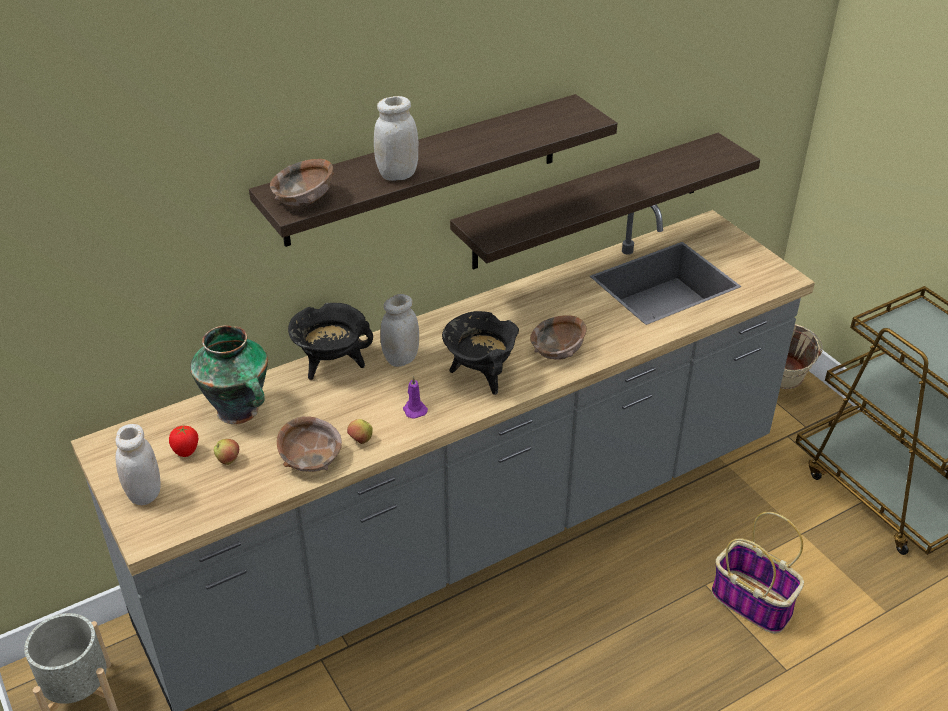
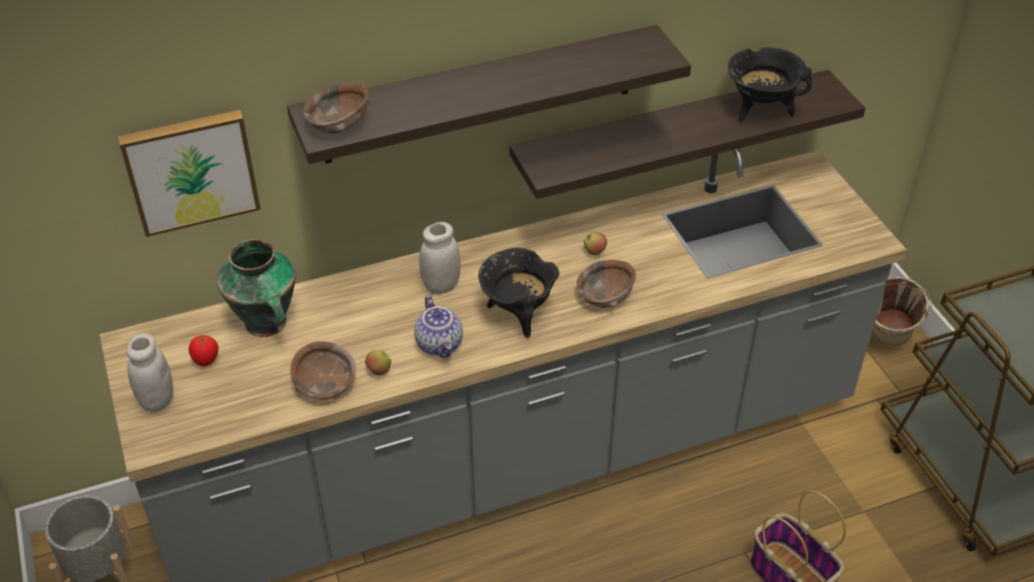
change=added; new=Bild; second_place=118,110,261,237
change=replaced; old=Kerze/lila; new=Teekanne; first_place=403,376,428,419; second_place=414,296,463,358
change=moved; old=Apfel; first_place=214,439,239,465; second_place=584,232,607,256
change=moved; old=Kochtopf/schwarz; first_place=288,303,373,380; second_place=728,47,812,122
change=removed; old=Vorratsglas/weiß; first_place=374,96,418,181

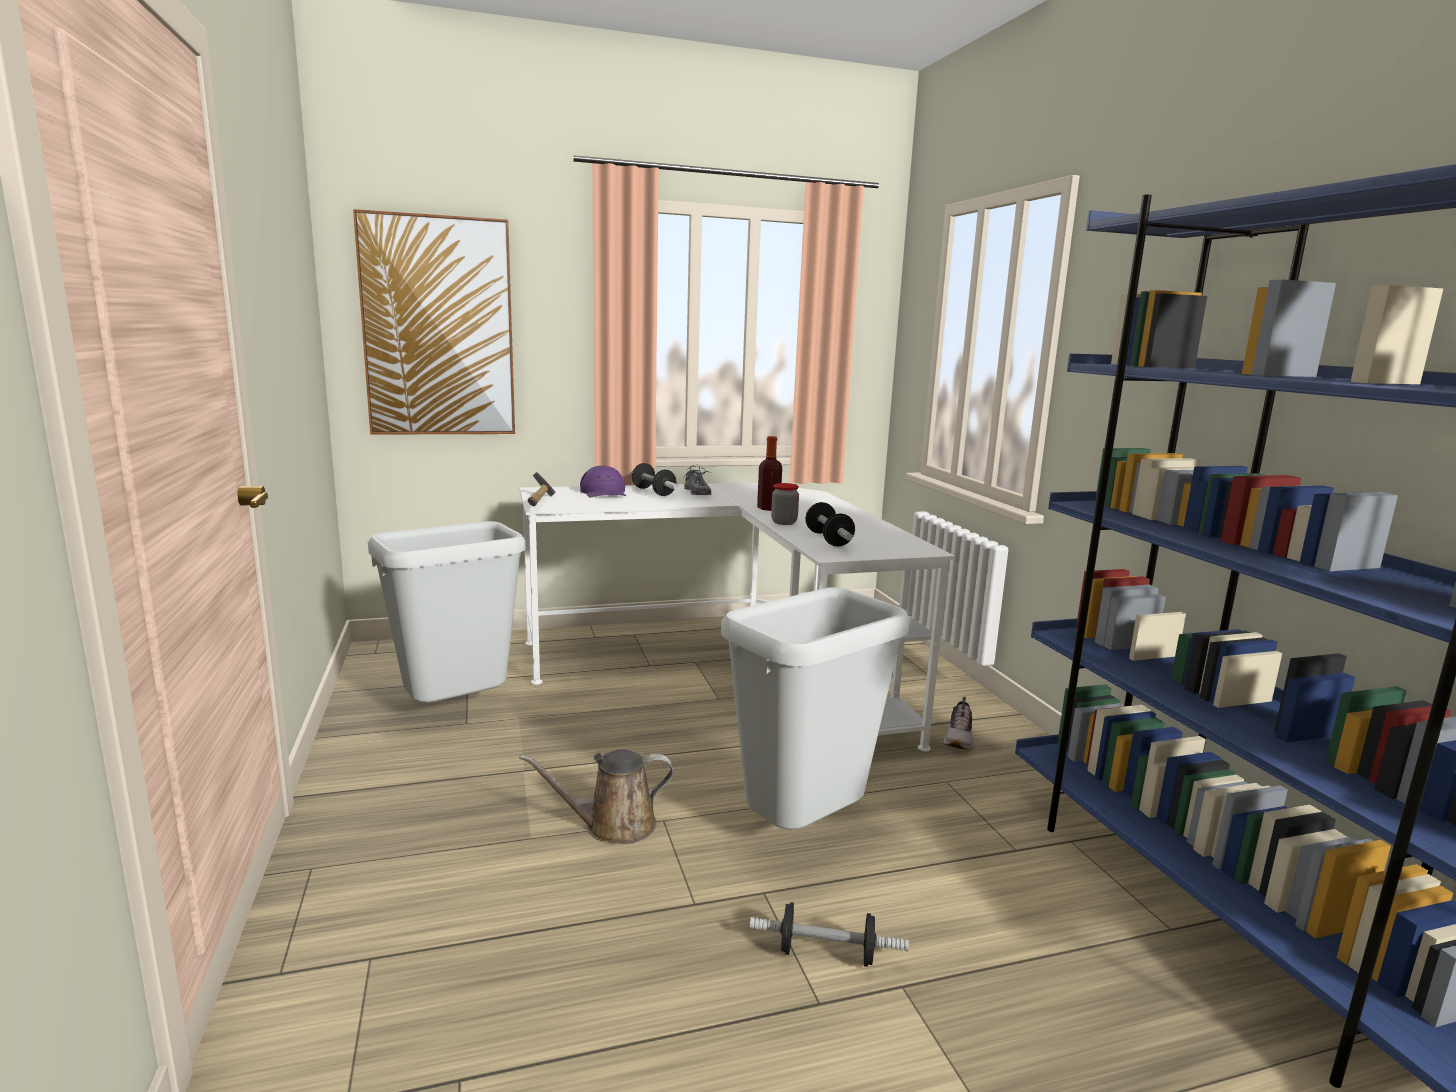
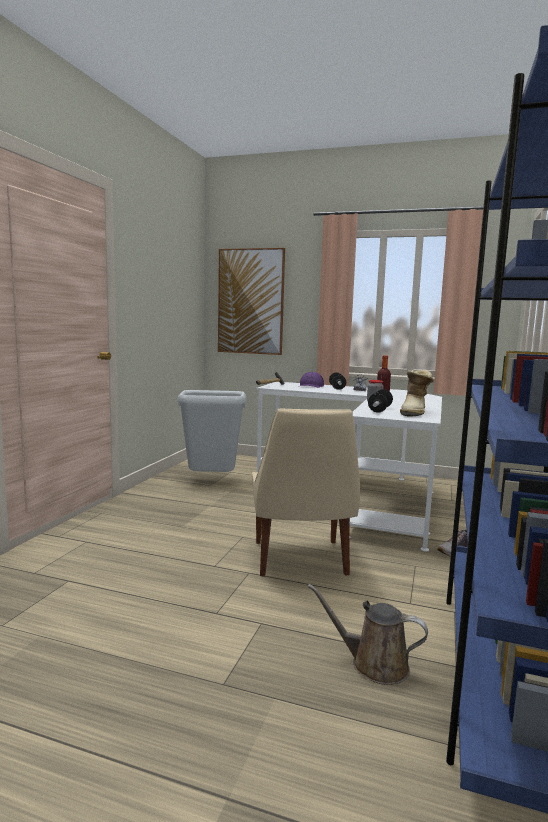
change=replaced; old=Mülleimer/grau; new=Stuhl/beige; first_place=721,587,910,830; second_place=252,408,360,577
change=moved; old=Gießkanne/braun; first_place=519,749,674,844; second_place=308,584,428,685
change=added; new=Stiefel; second_place=400,370,434,417
change=removed; old=Hantel; first_place=750,902,909,967

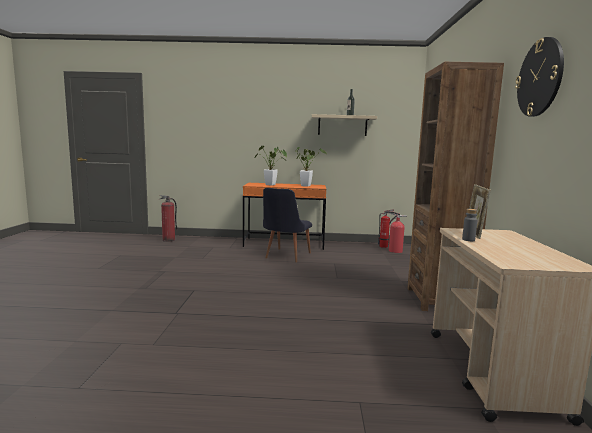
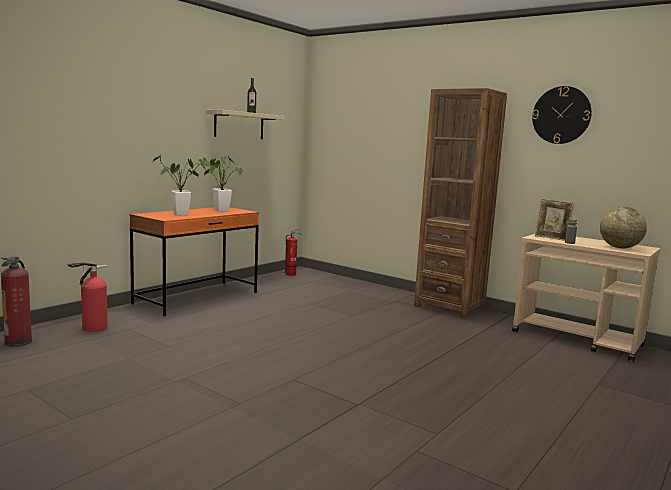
change=moved; old=Feuerlöscher; first_place=384,211,407,253; second_place=68,262,108,332
change=added; new=Globus; second_place=600,207,647,248
change=removed; old=Stuhl/schwarz; first_place=263,188,312,263

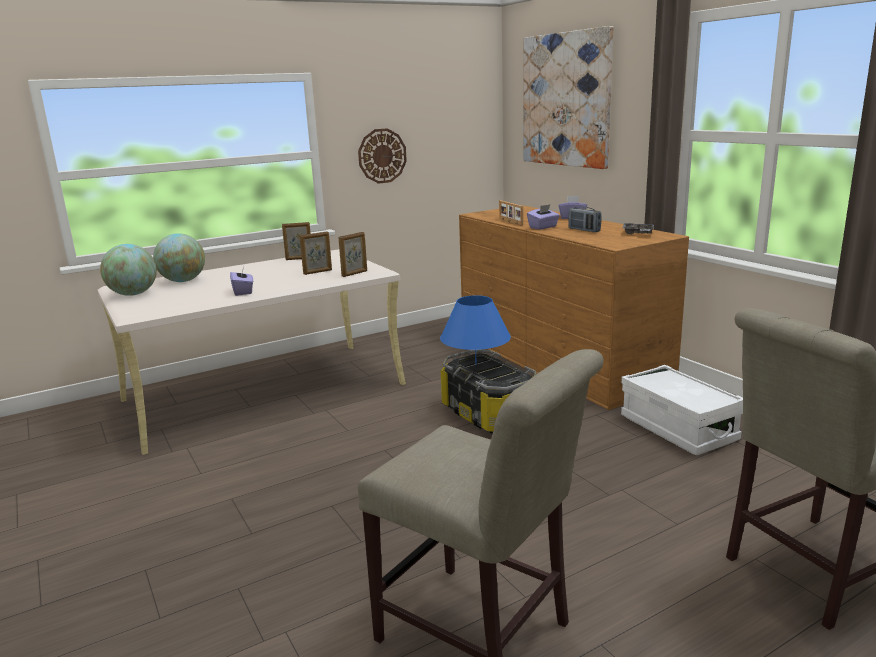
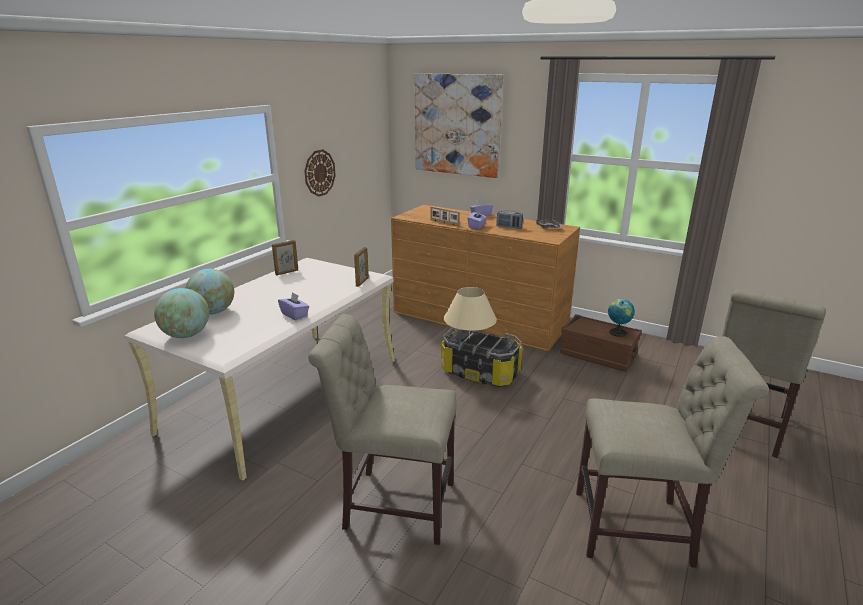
change=added; new=Stuhl/beige; second_place=308,314,457,545
change=recoloured; old=Tischlampe/blau; new=Tischlampe/beige; first_place=440,295,511,365; second_place=444,287,497,339
change=recoloured; old=Aufbewahrungsbox/weiß; new=Aufbewahrungsbox/braun; first_place=621,365,743,455; second_place=560,314,642,371
change=added; new=Globus; second_place=608,299,635,337
change=removed; old=Bilderrahmen; first_place=300,232,332,275

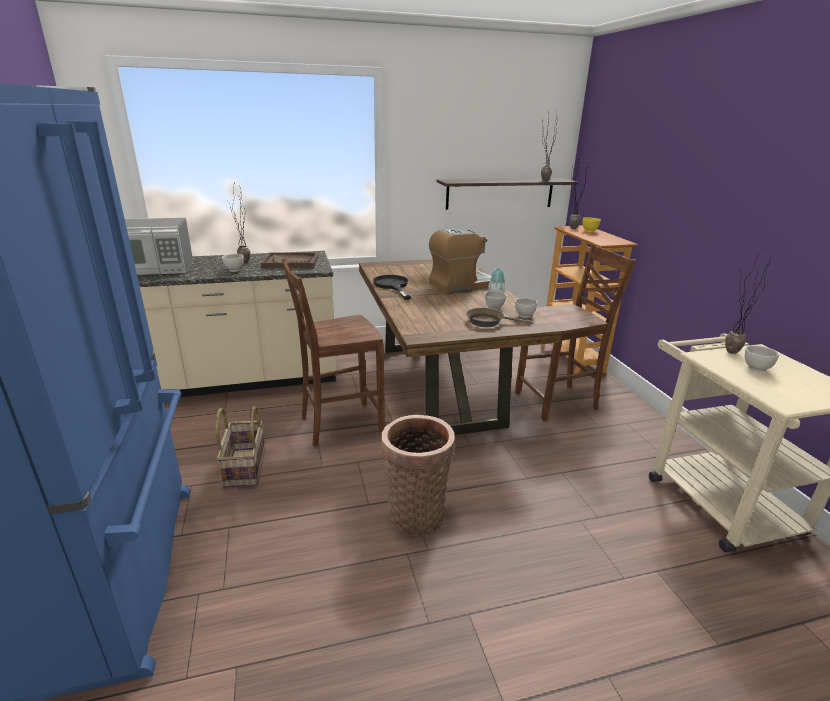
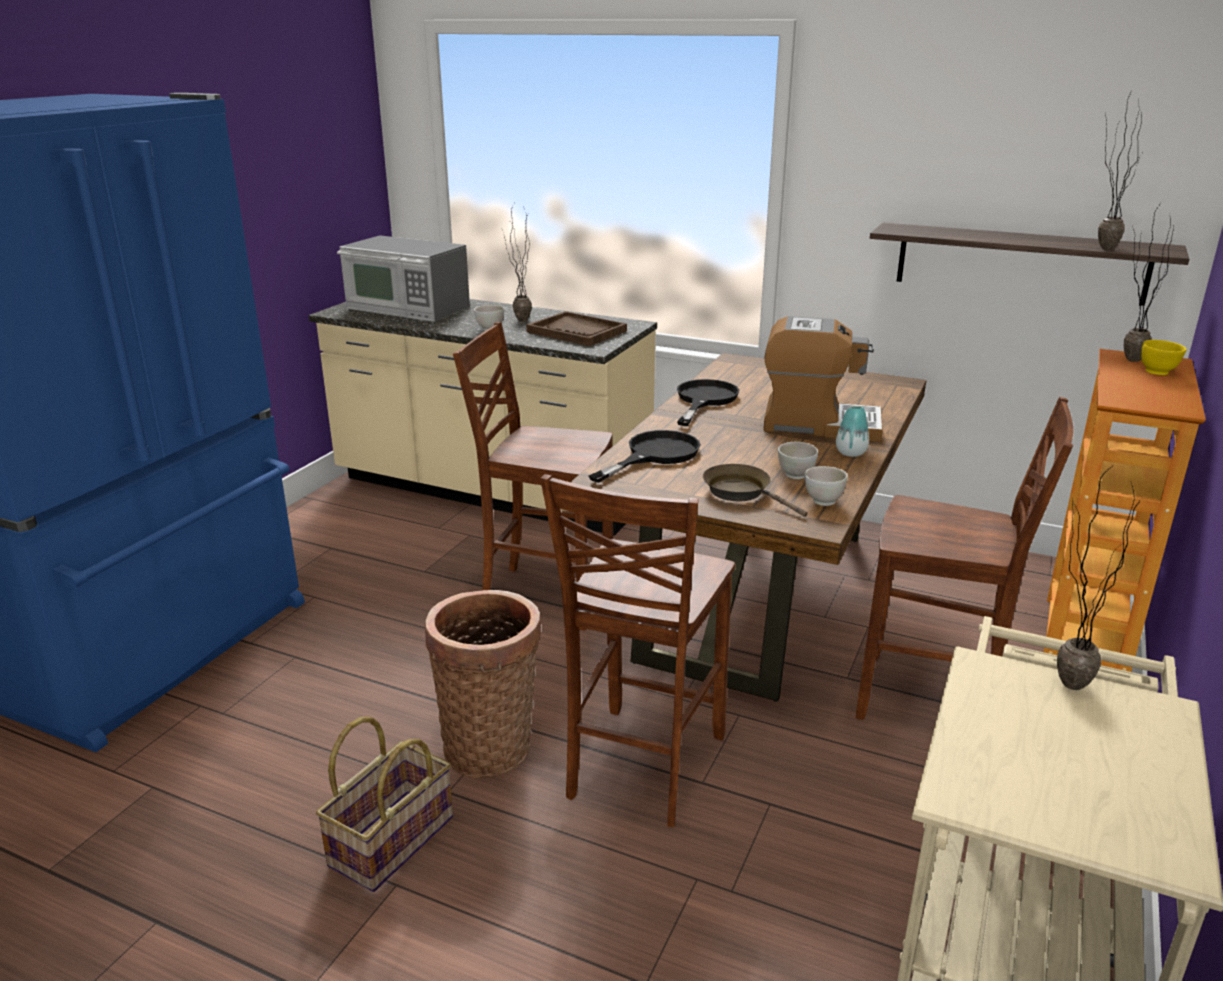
change=moved; old=Korb; first_place=215,406,265,488; second_place=316,717,453,892
change=added; new=Stuhl/braun; second_place=540,474,735,827
change=added; new=Pfanne/schwarz; second_place=588,430,701,483
change=removed; old=Schüssel/weiß; first_place=745,345,780,372

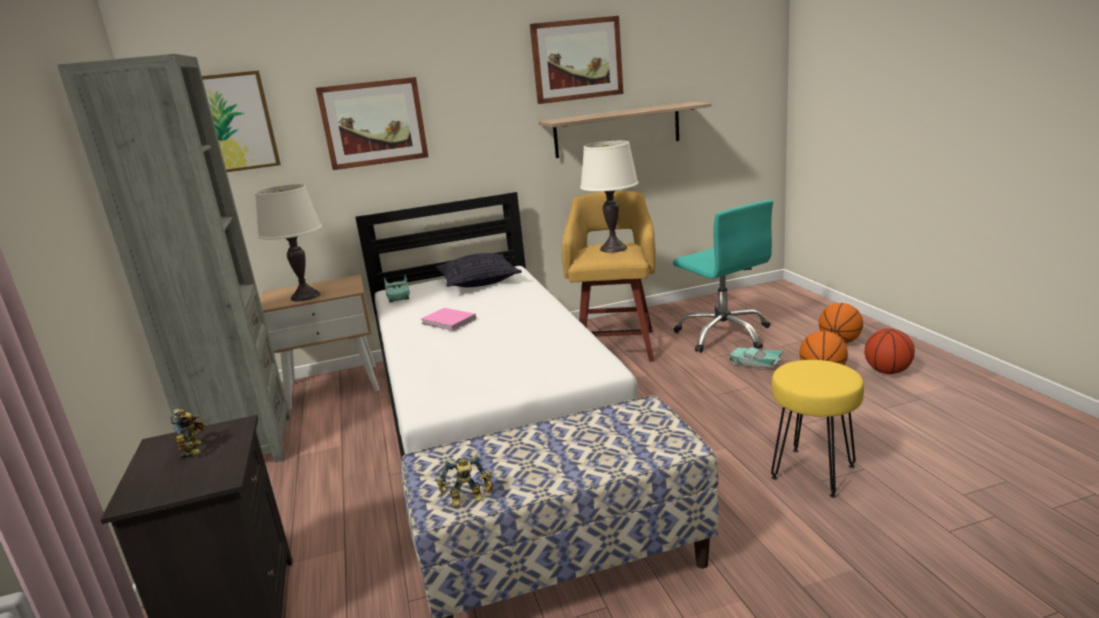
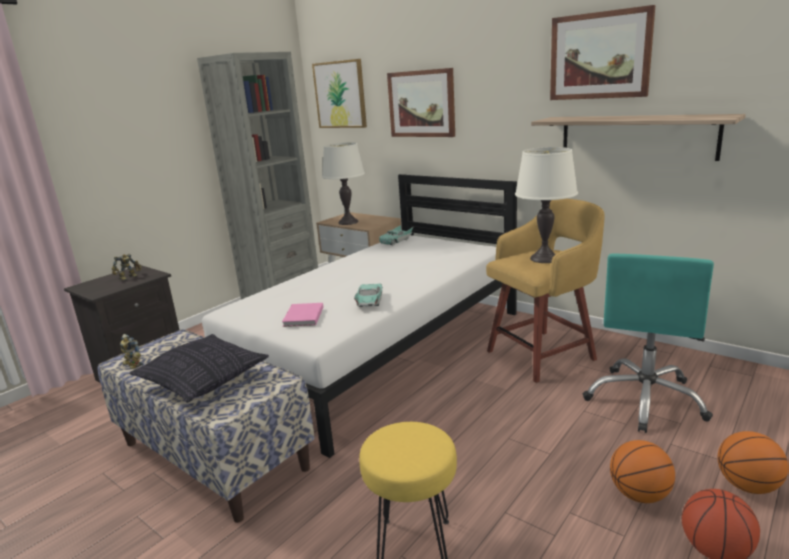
change=moved; old=Kissen; first_place=435,253,522,287; second_place=130,334,269,403
change=moved; old=Buch/rosa; first_place=421,308,476,331; second_place=282,303,323,327
change=moved; old=Spielzeugauto/türkis; first_place=729,347,784,370; second_place=354,284,382,307

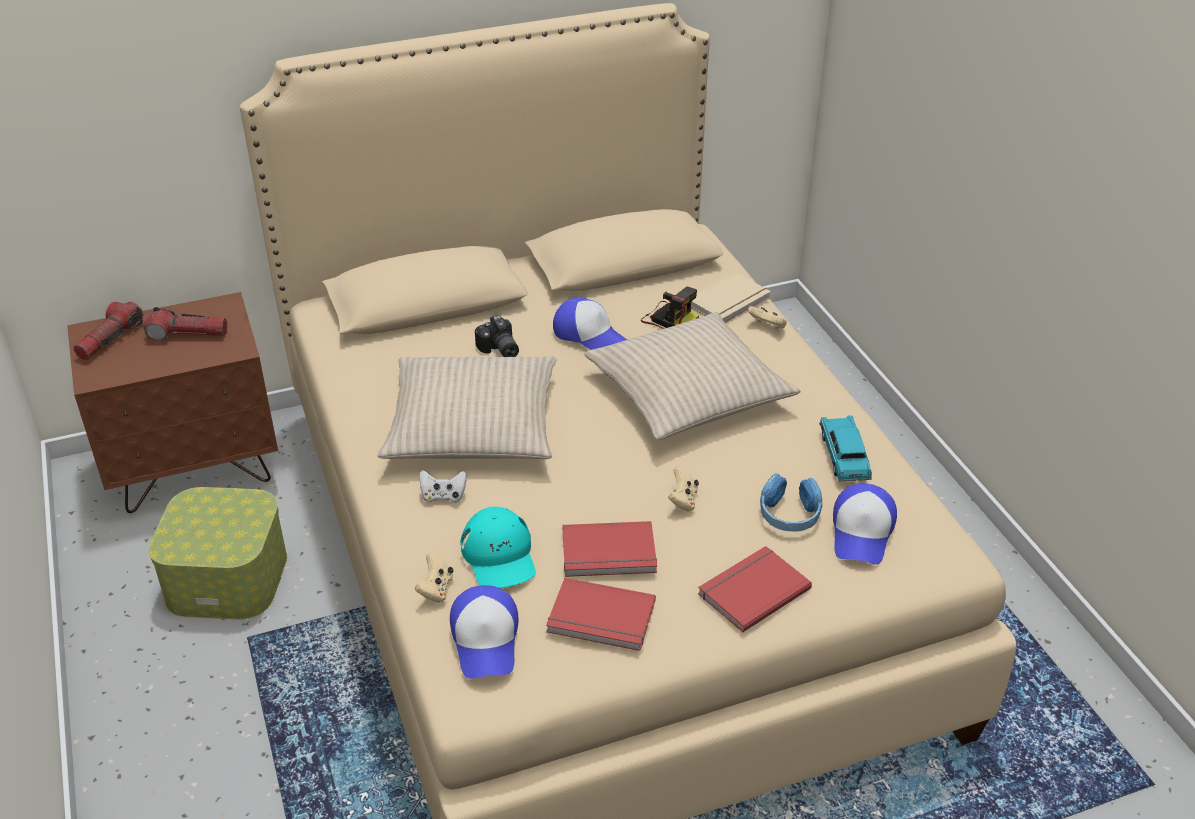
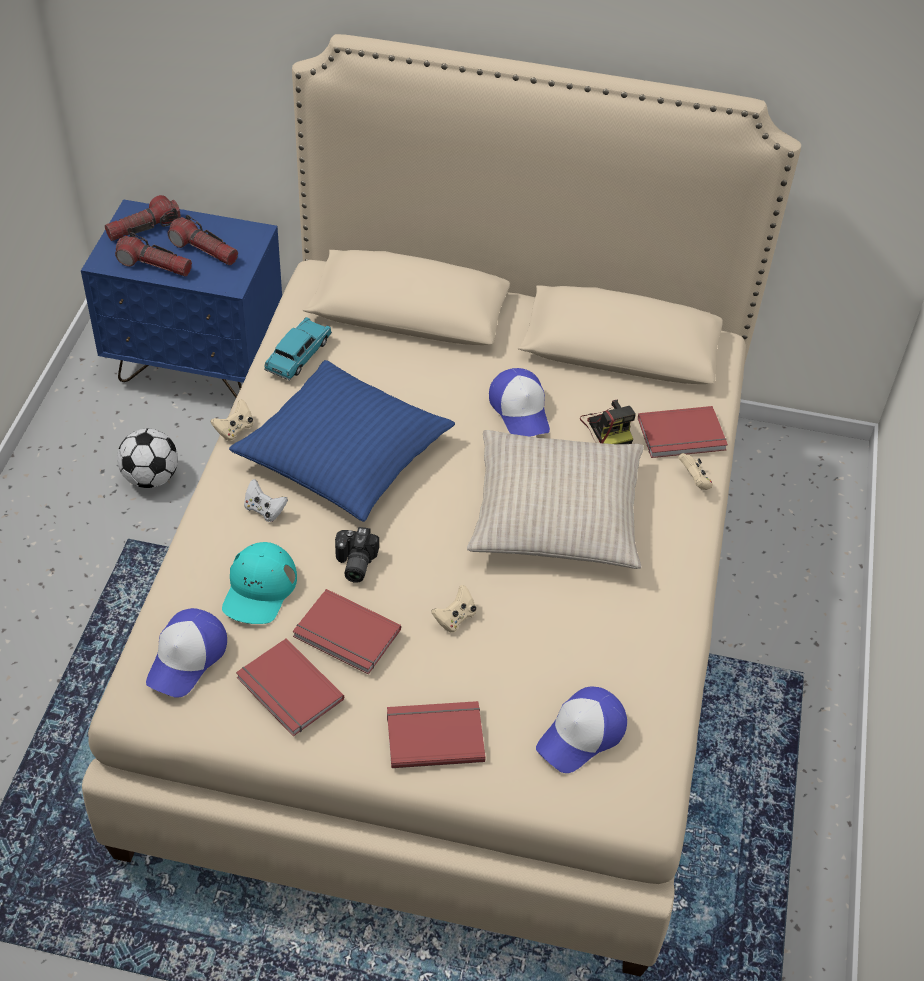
change=recoloured; old=Nachttisch/braun; new=Nachttisch/blau; first_place=67,292,278,513; second_place=81,200,282,398
change=added; new=Taschenlampe; second_place=115,232,192,276
change=replaced; old=Aufbewahrungsbox; new=Fußball; first_place=148,487,287,619; second_place=117,429,178,488
change=moved; old=Gamepad/beige; first_place=415,553,453,603; second_place=211,399,253,441
change=recoloured; old=Kissen/beige; new=Kissen/blau; first_place=377,356,556,459; second_place=229,360,455,522
change=moved; old=Spielzeugauto/türkis; first_place=819,416,872,481; second_place=264,317,332,381
change=moved; old=Kamera; first_place=475,315,519,357; second_place=335,527,379,583
change=recoloured; old=Buch/beige; new=Buch/rot; first_place=691,271,771,323; second_place=638,406,728,458
change=removed; old=Kopfhörer/blau; first_place=760,473,822,532

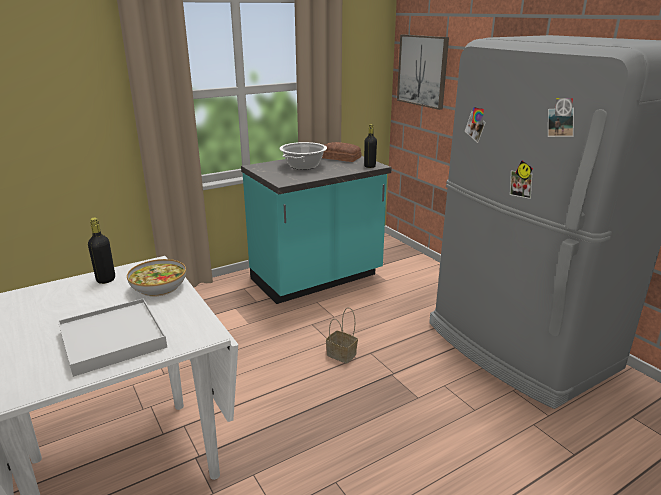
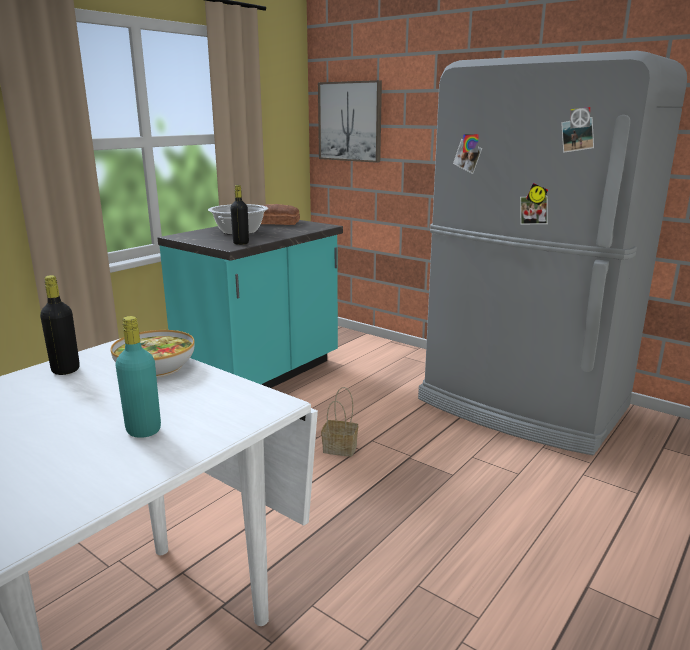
change=replaced; old=Tablett/weiß; new=Flasche/türkis; first_place=58,298,167,377; second_place=115,316,161,438
change=moved; old=Flasche/schwarz; first_place=364,124,377,168; second_place=230,185,249,245

